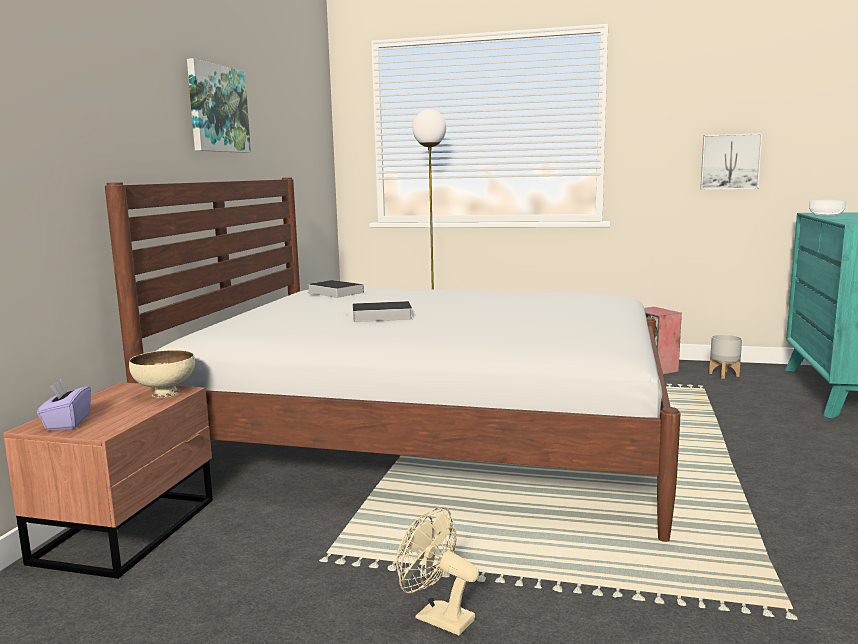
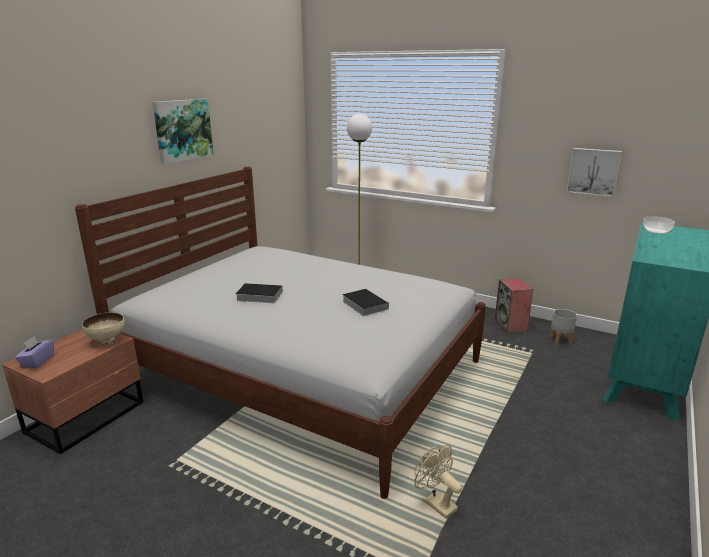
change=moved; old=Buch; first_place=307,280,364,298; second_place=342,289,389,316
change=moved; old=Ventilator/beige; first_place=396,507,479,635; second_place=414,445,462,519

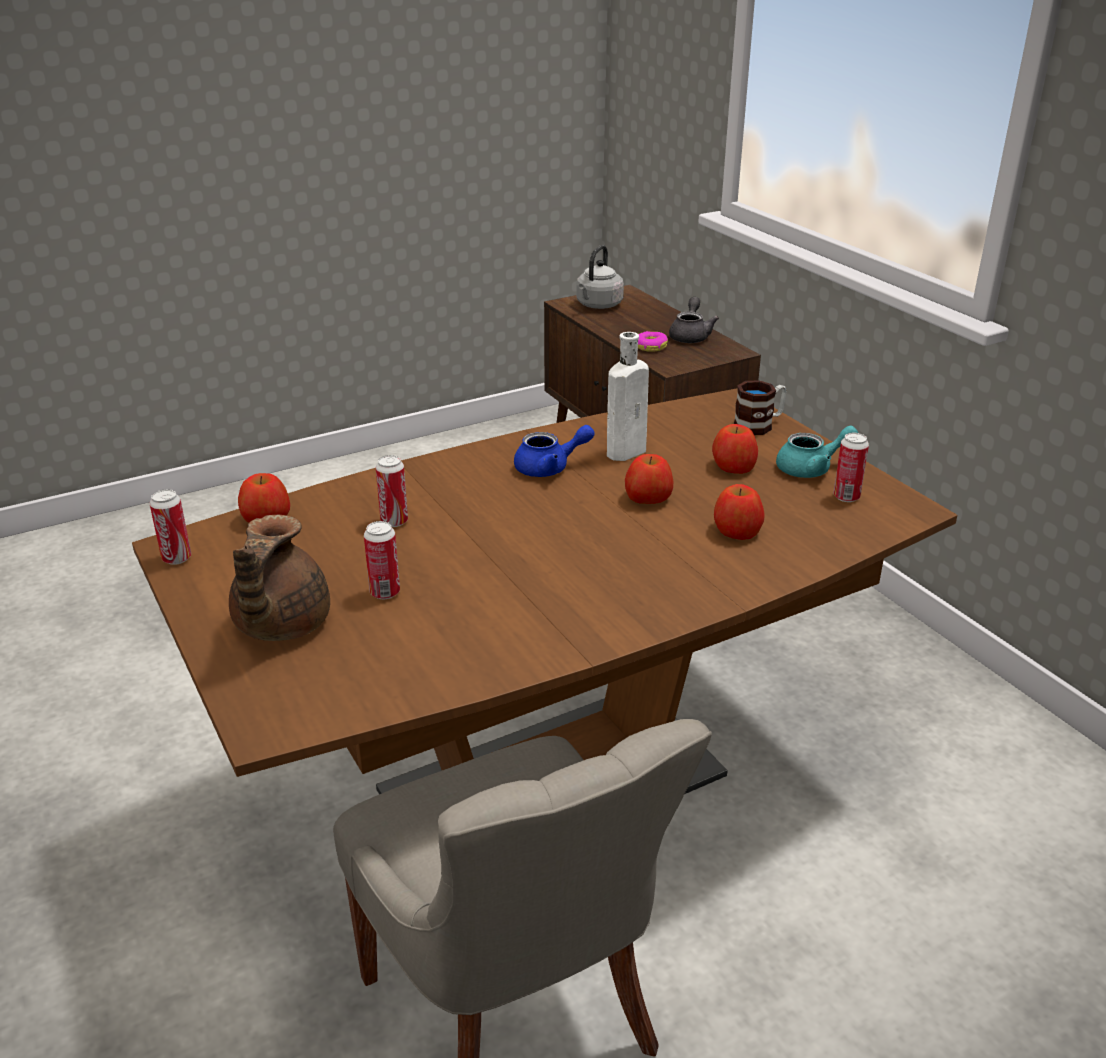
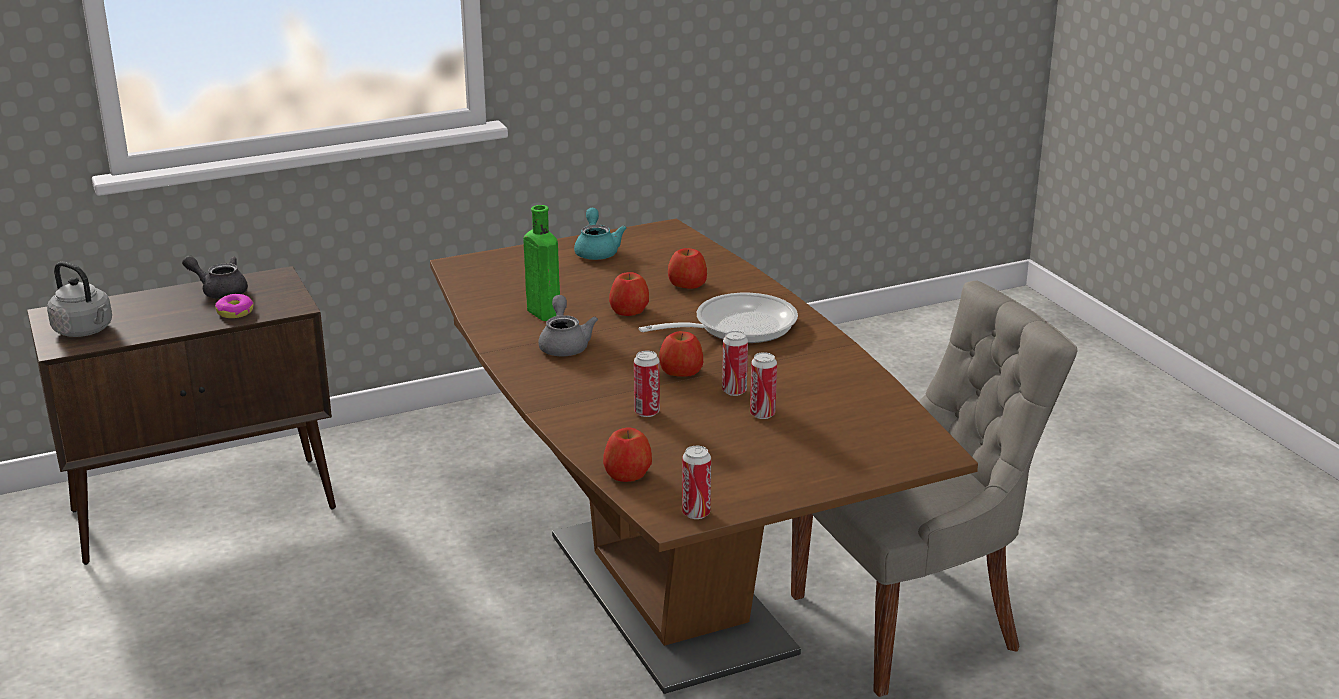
change=recoloured; old=Flasche/weiß; new=Flasche/grün; first_place=607,332,649,461; second_place=524,205,560,321
change=recoloured; old=Teekanne/blau; new=Teekanne/grau; first_place=514,425,595,477; second_place=539,295,598,356
change=added; new=Pfanne; second_place=639,293,798,343
change=moved; old=Apfel; first_place=712,424,758,474; second_place=659,331,703,377
change=moved; old=Dose; first_place=833,433,869,502; second_place=722,331,748,396
change=removed; old=Teekanne/braun; first_place=229,515,330,641
change=removed; old=Henkelbecher; first_place=734,380,787,435

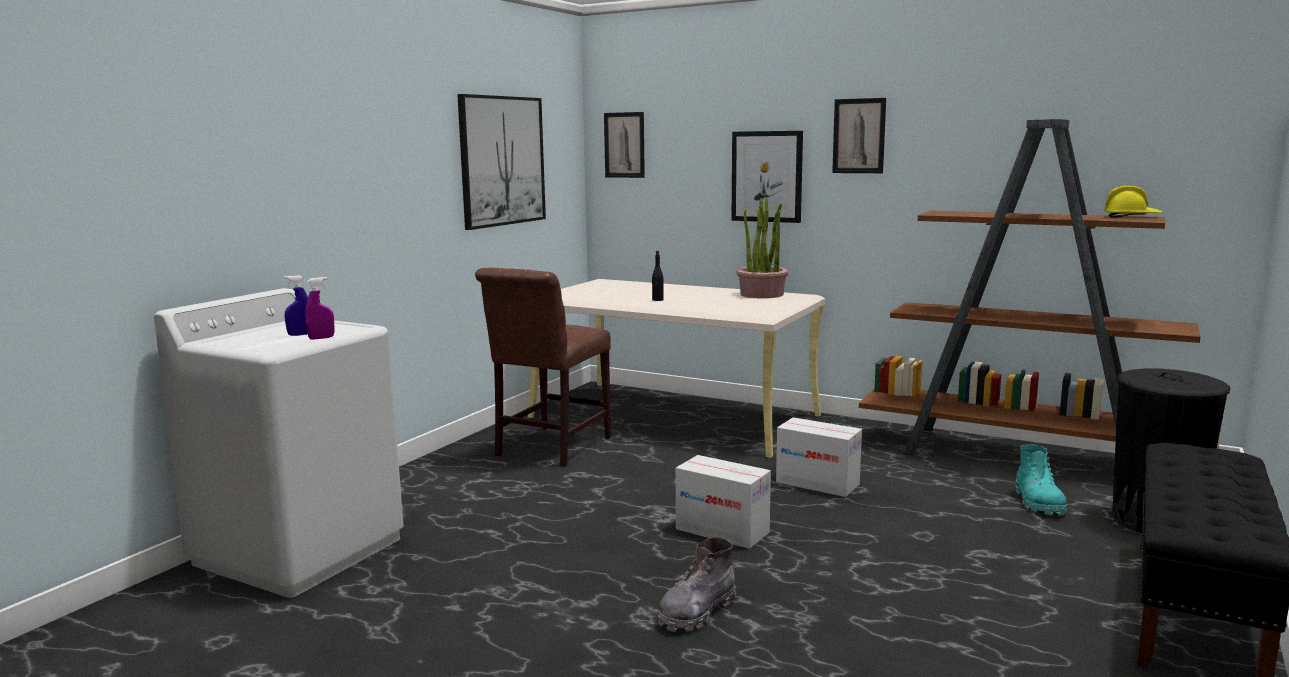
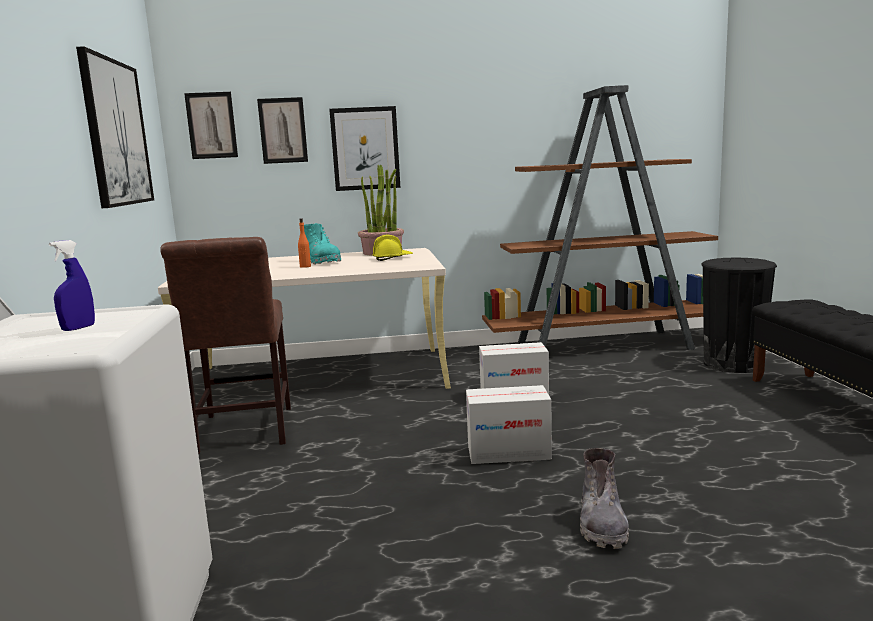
change=moved; old=Bild; first_place=832,98,886,173; second_place=257,97,308,164
change=recoloured; old=Flasche/schwarz; new=Flasche/orange; first_place=652,251,664,301; second_place=298,218,311,268
change=moved; old=Stiefel/türkis; first_place=1015,444,1067,516; second_place=304,223,341,264
change=moved; old=Schutzhelm/gelb; first_place=1104,185,1163,218; second_place=372,235,413,261
change=removed; old=Sprühflasche/lila; first_place=305,277,334,340

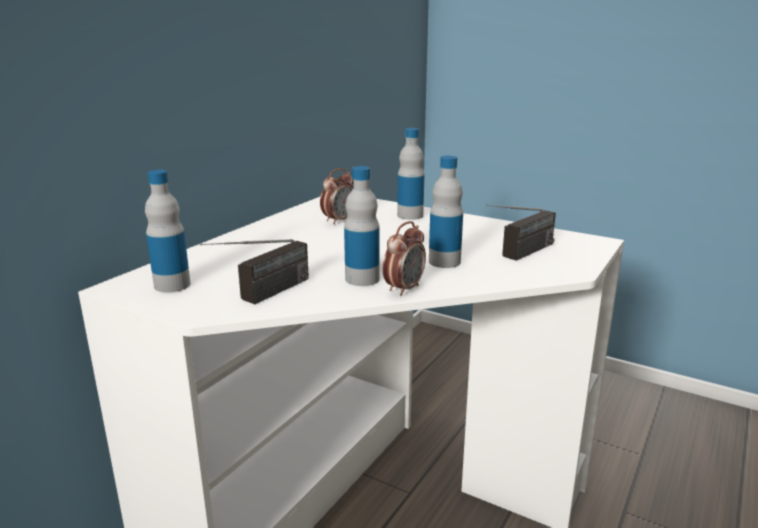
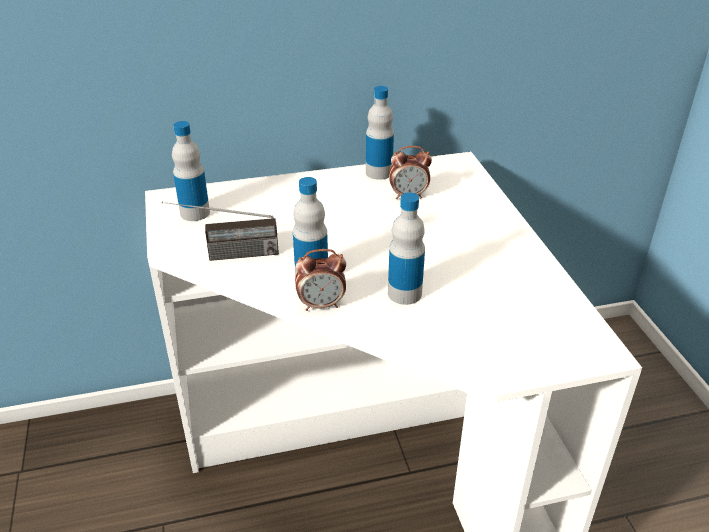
change=moved; old=Flasche; first_place=397,128,424,220; second_place=366,86,394,180
change=removed; old=Radio; first_place=485,205,556,261

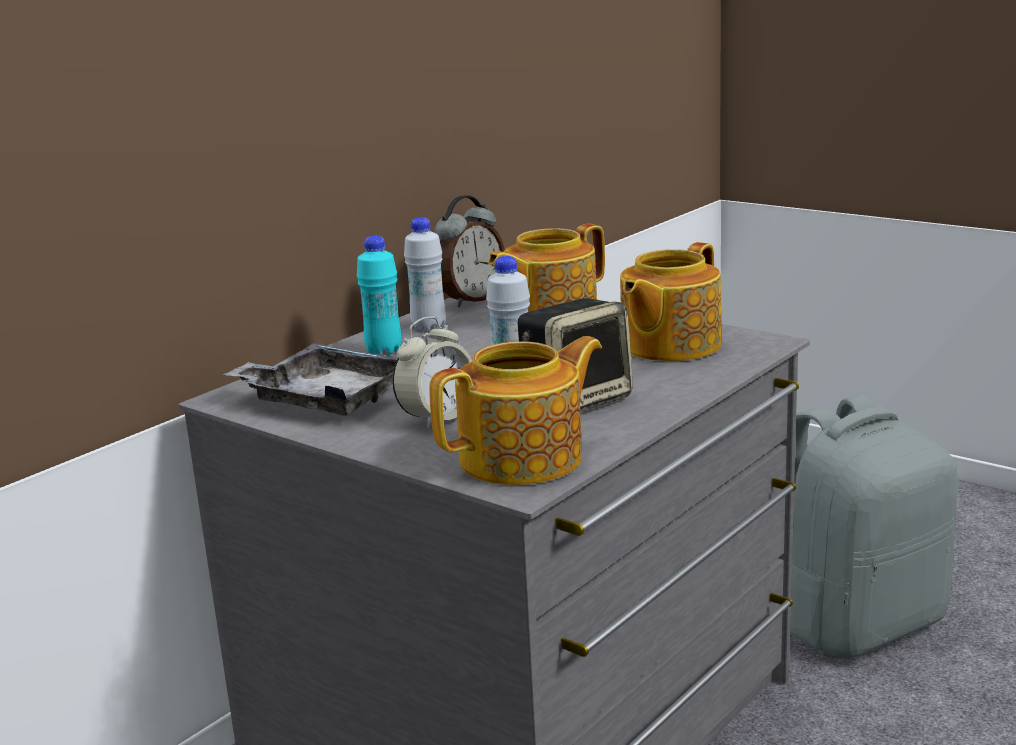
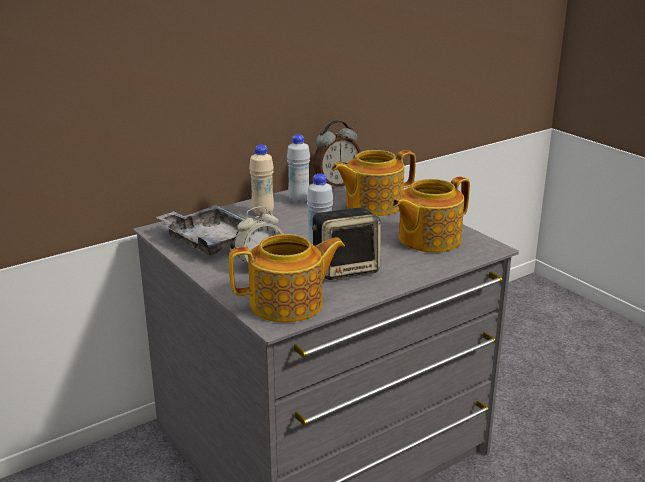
change=recoloured; old=Flasche/türkis; new=Flasche/beige; first_place=357,236,402,355; second_place=249,145,274,216
change=removed; old=Rucksack/grau; first_place=790,395,958,658

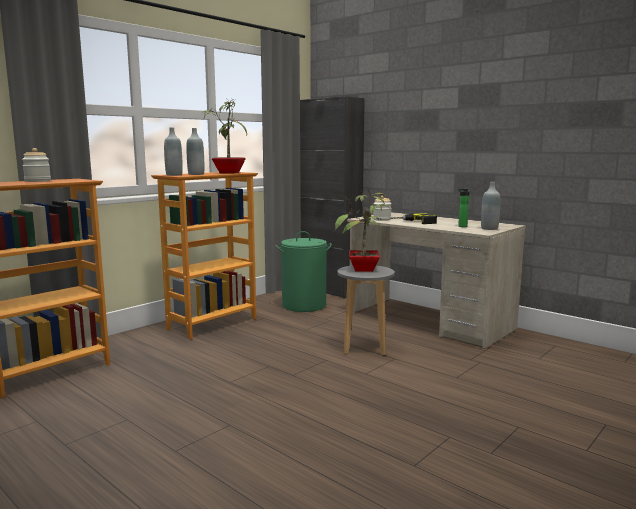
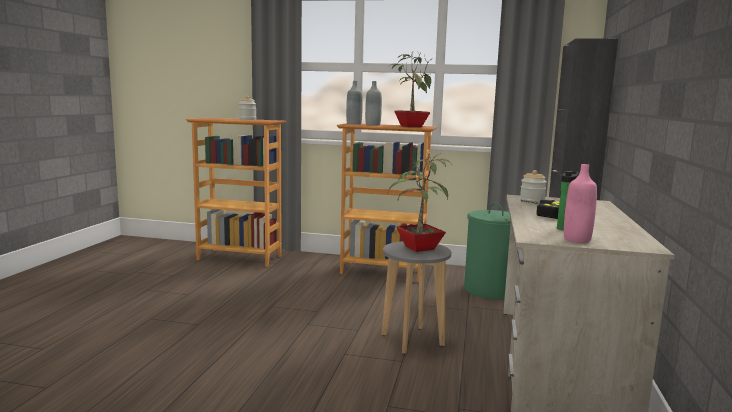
change=recoloured; old=Flasche/grau; new=Flasche/rosa; first_place=481,182,500,230; second_place=564,164,597,243

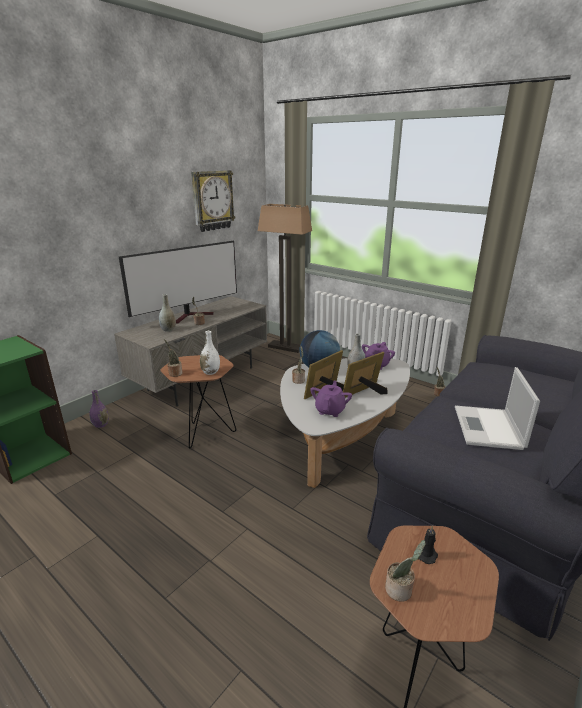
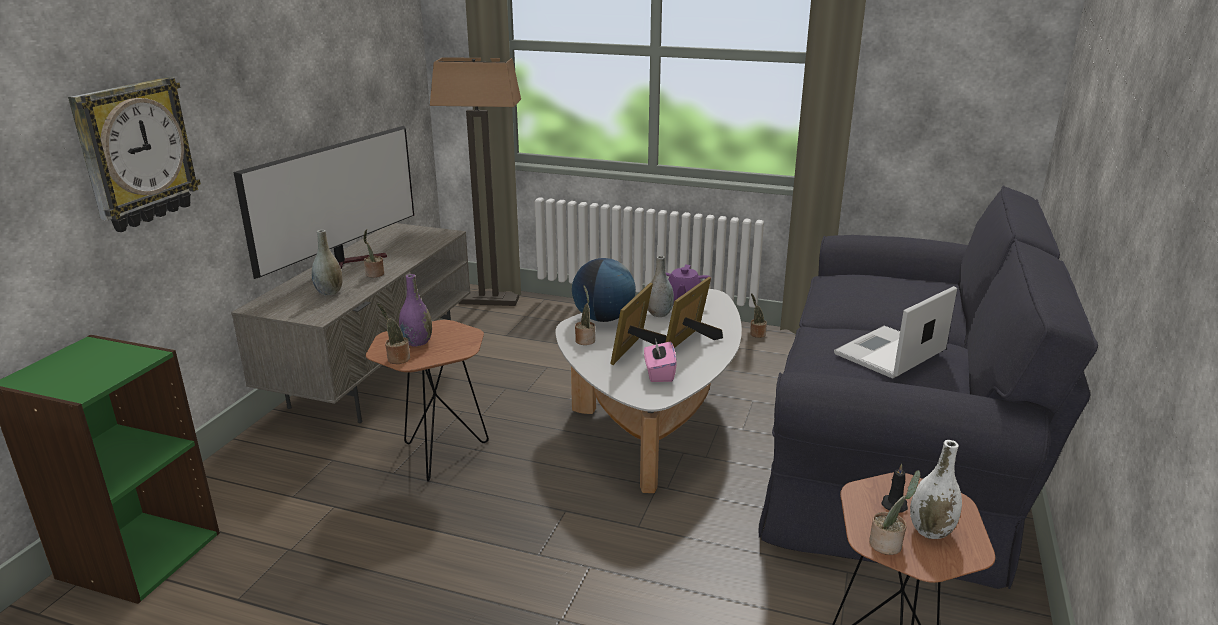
change=moved; old=Wanduhr; first_place=191,170,235,232; second_place=68,77,201,232
change=moved; old=Vase/lila; first_place=90,390,109,428; second_place=399,274,432,347
change=replaced; old=Teekanne/lila; new=Taschentuchbox/rosa; first_place=310,381,352,417; second_place=644,338,677,382
change=turned; old=Laptop; first_place=455,367,540,450; second_place=834,286,957,379; degrees=60
change=moved; old=Vase/weiß; first_place=200,331,220,375; second_place=910,440,962,539

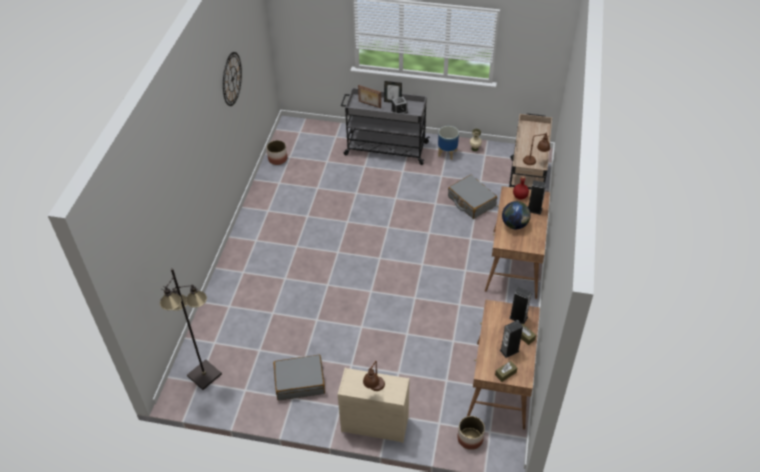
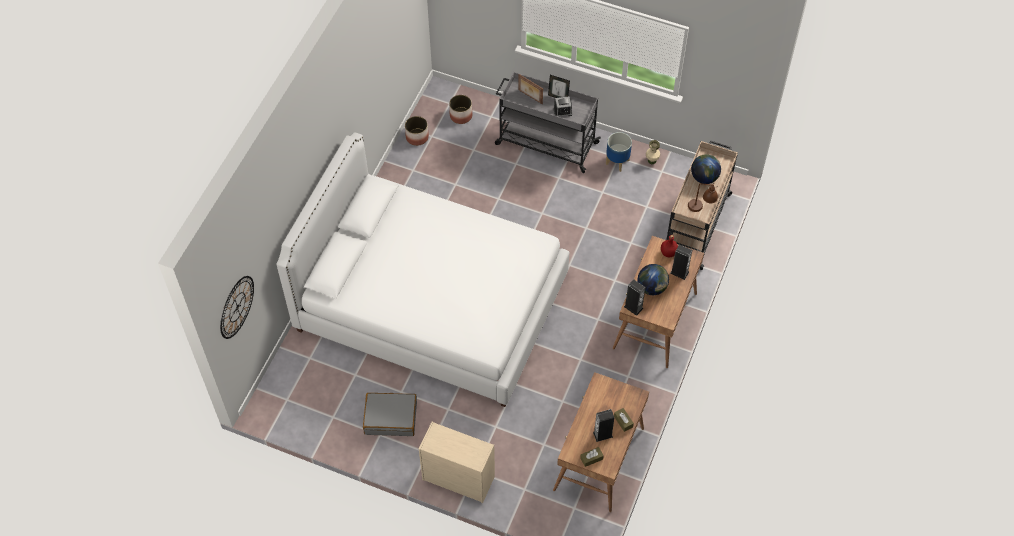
change=moved; old=Wanduhr; first_place=223,52,242,106; second_place=220,276,254,339
change=added; new=Bett/weiß; second_place=276,132,569,407
change=moved; old=Pflanzkübel; first_place=457,416,485,450; second_place=449,95,472,124
change=moved; old=Lautsprecher; first_place=509,287,532,324; second_place=624,279,646,316
change=added; new=Globus; second_place=691,154,721,184
change=removed; old=Stehlampe/schwarz; first_place=160,268,222,390
change=removed; old=Tischlampe/braun; first_place=363,361,385,391
change=removed; old=Koffer/grau; first_place=448,175,497,219

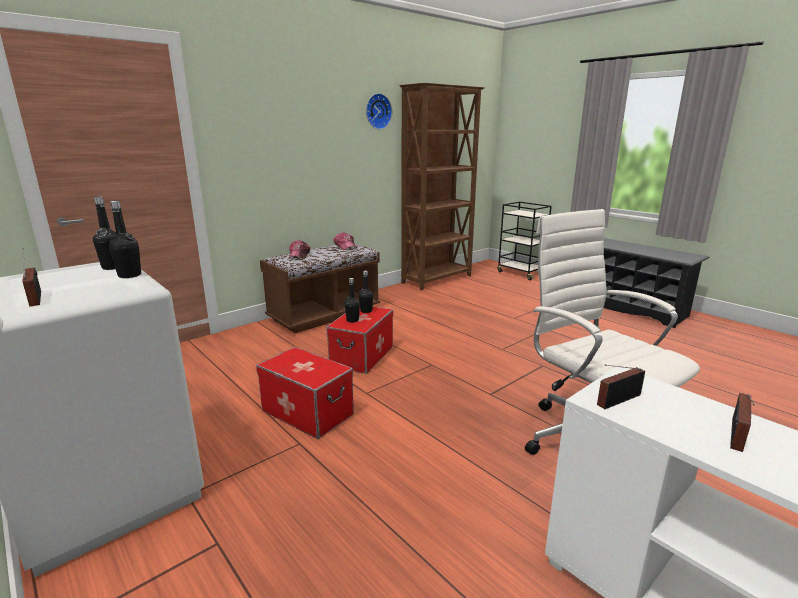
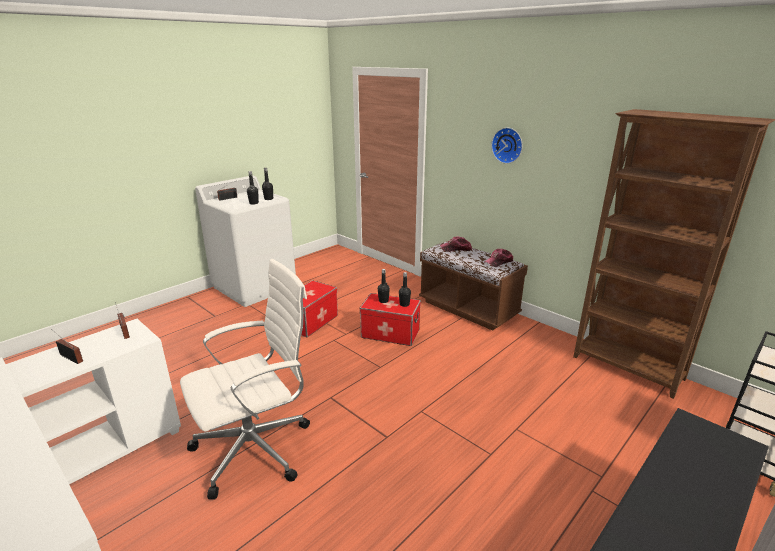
change=moved; old=Wanduhr; first_place=366,93,392,129; second_place=491,128,523,164

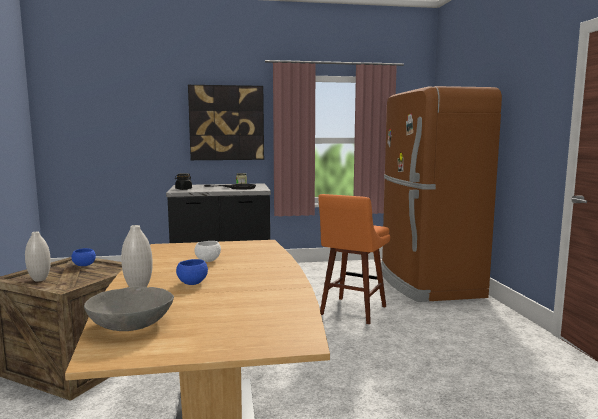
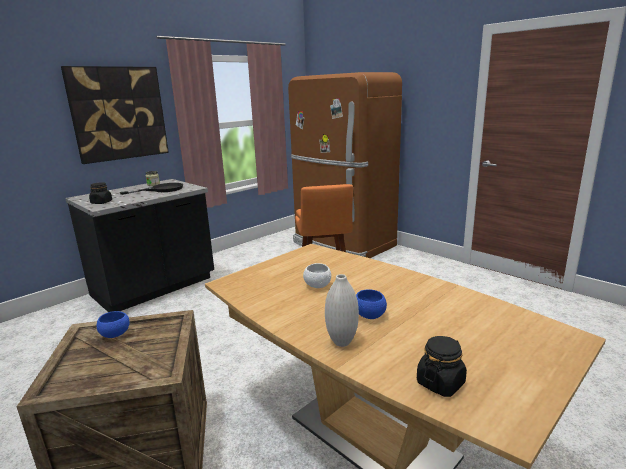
change=replaced; old=Schüssel/grau; new=Vorratsglas/schwarz; first_place=84,286,174,331; second_place=417,336,467,397
change=removed; old=Vase/weiß; first_place=25,232,51,281

